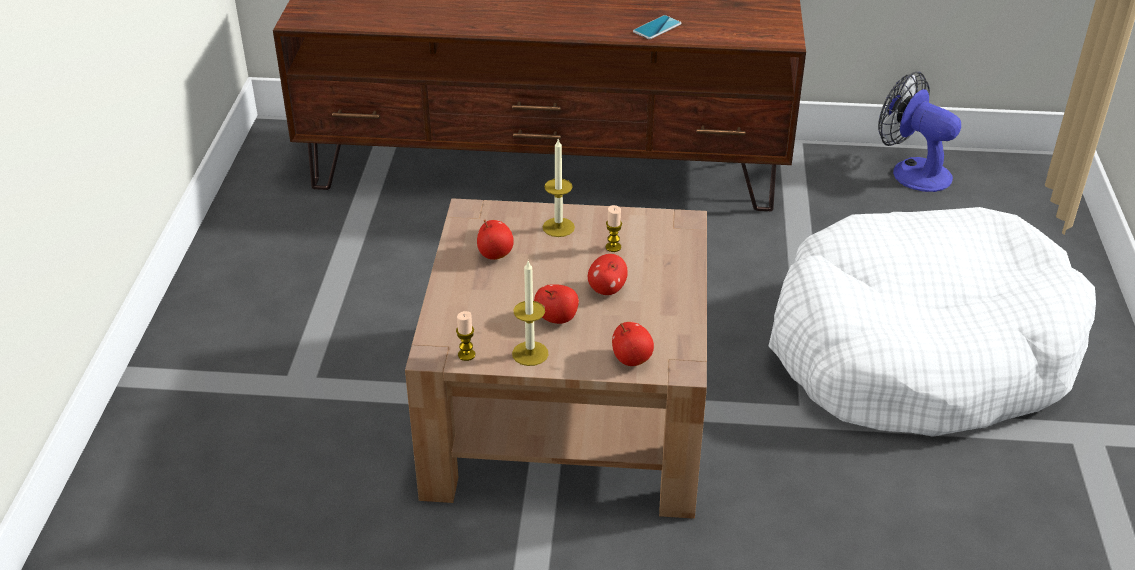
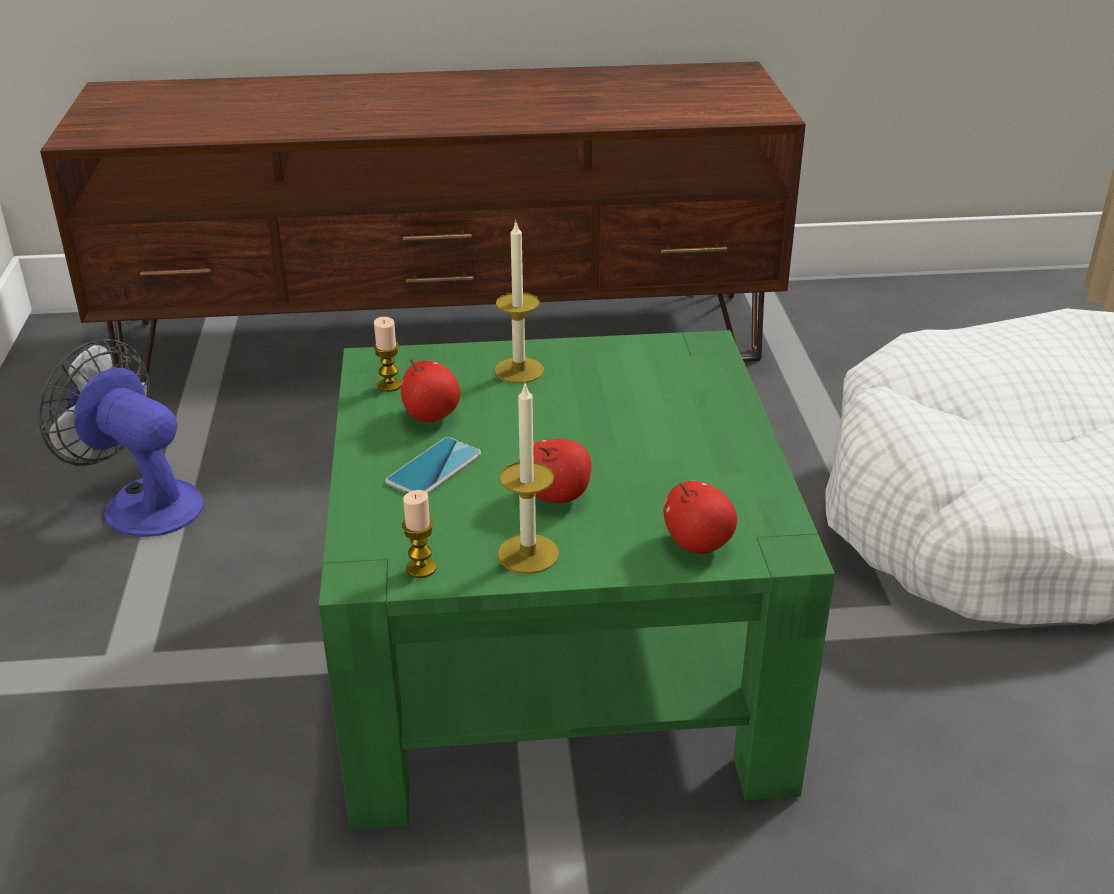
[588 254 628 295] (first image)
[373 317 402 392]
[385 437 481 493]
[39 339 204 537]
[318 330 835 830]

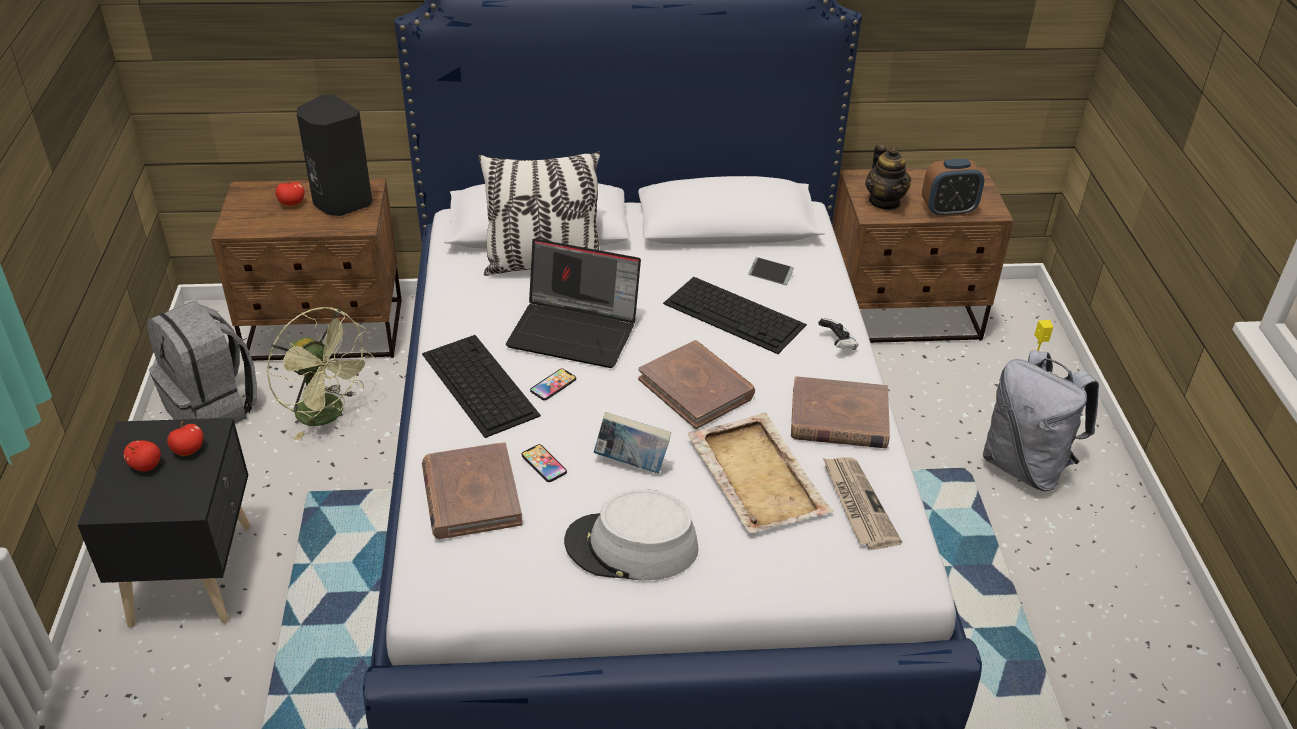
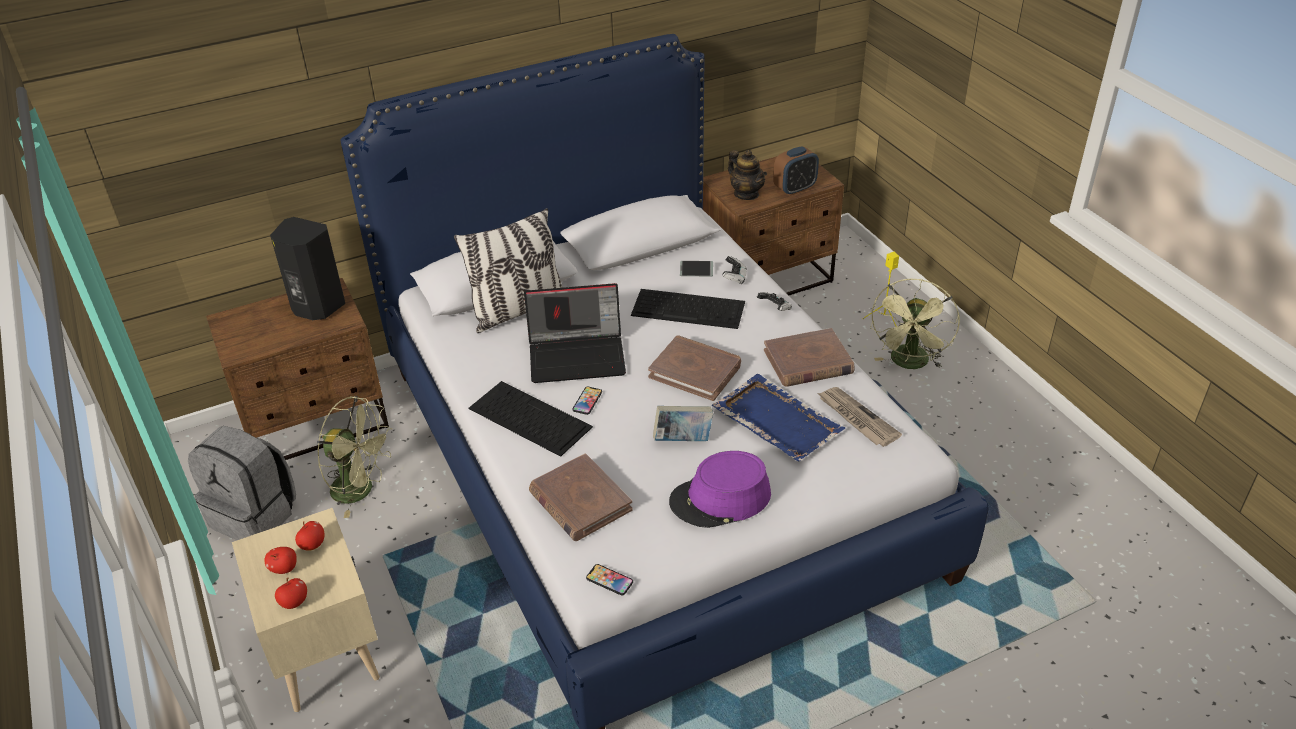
[722 256 747 285]
[275 577 307 609]
[586 564 633 595]
[870 279 960 369]
[232 508 380 712]
[669 451 771 528]
[712 374 845 462]

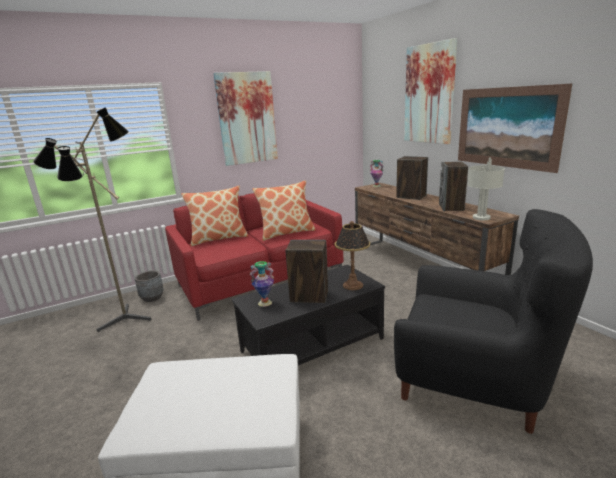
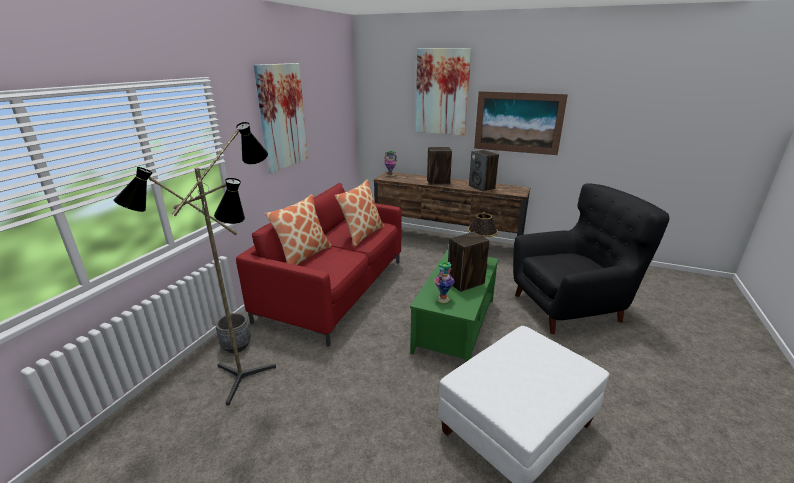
[467 157 505 220] (first image)
[410 250 498 362]

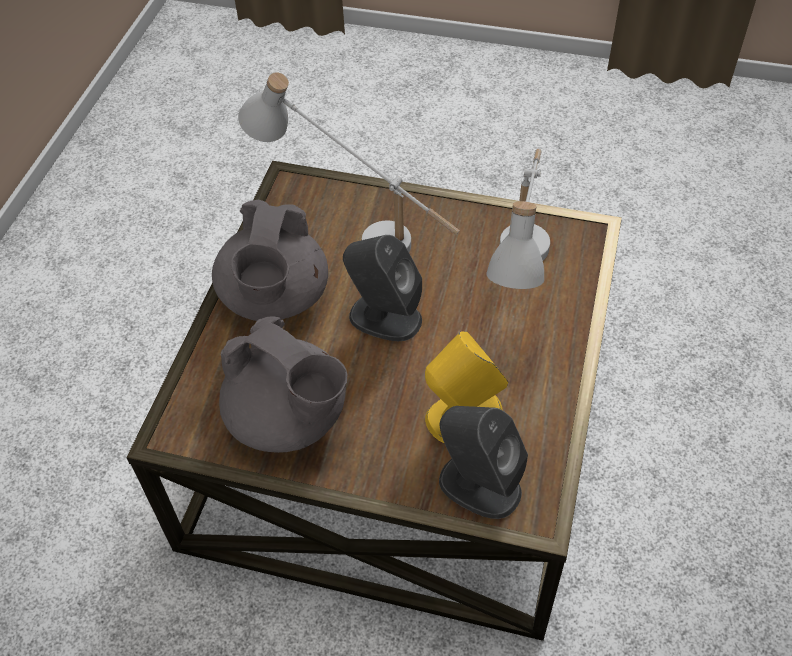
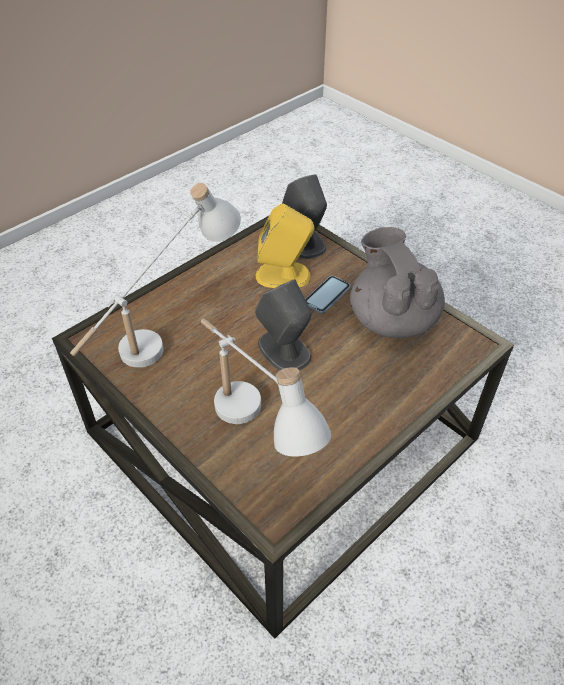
[212 199 328 321] (first image)
[305 276 350 313]

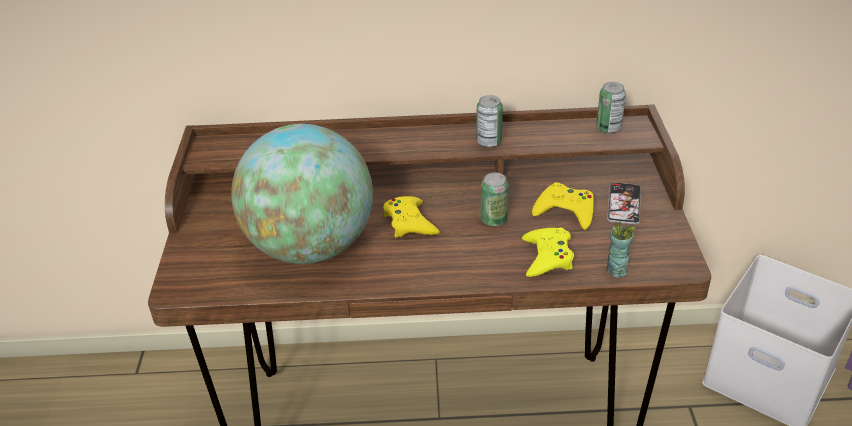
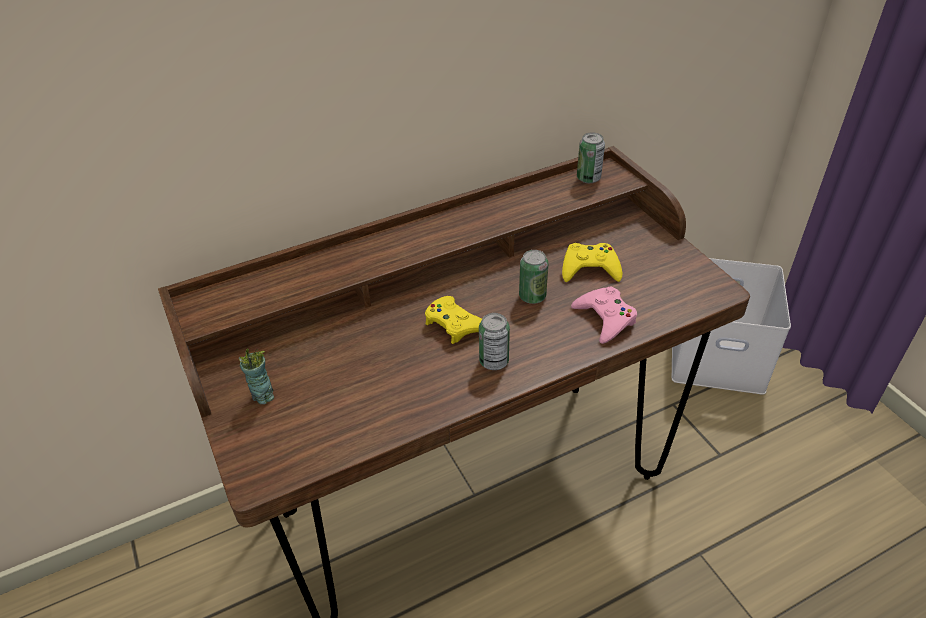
[231 124 373 264] (first image)
[607 183 641 225] (first image)
[479 313 510 370]
[239 348 274 404]
[571 287 637 344]

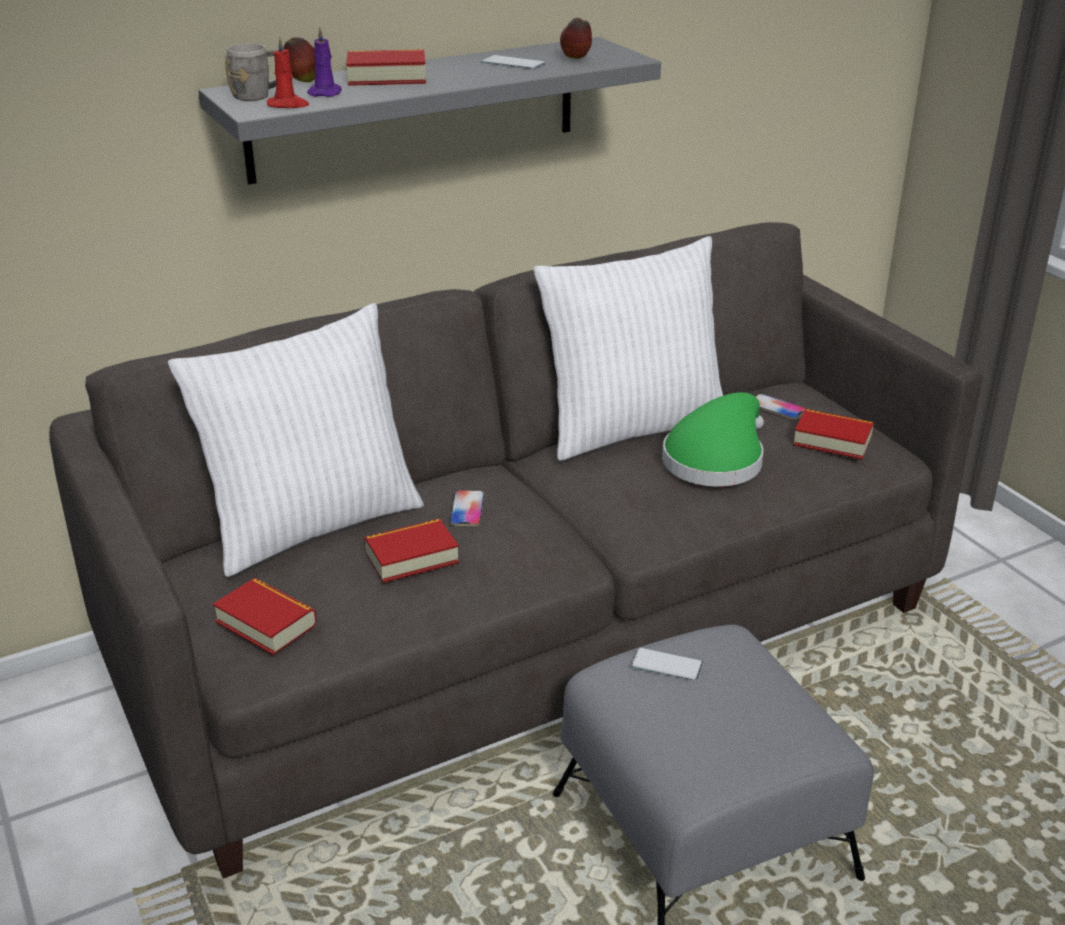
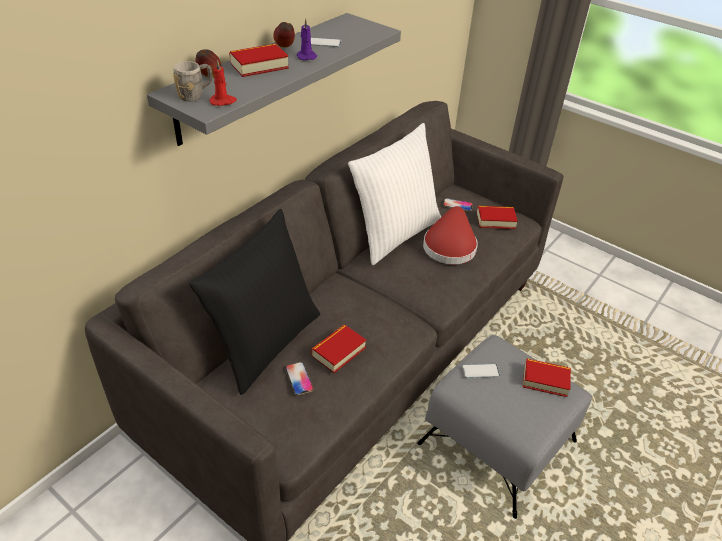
[523 359 571 397]
[297 19 317 61]
[286 362 313 395]
[273 22 295 48]
[189 209 320 395]
[423 206 478 264]

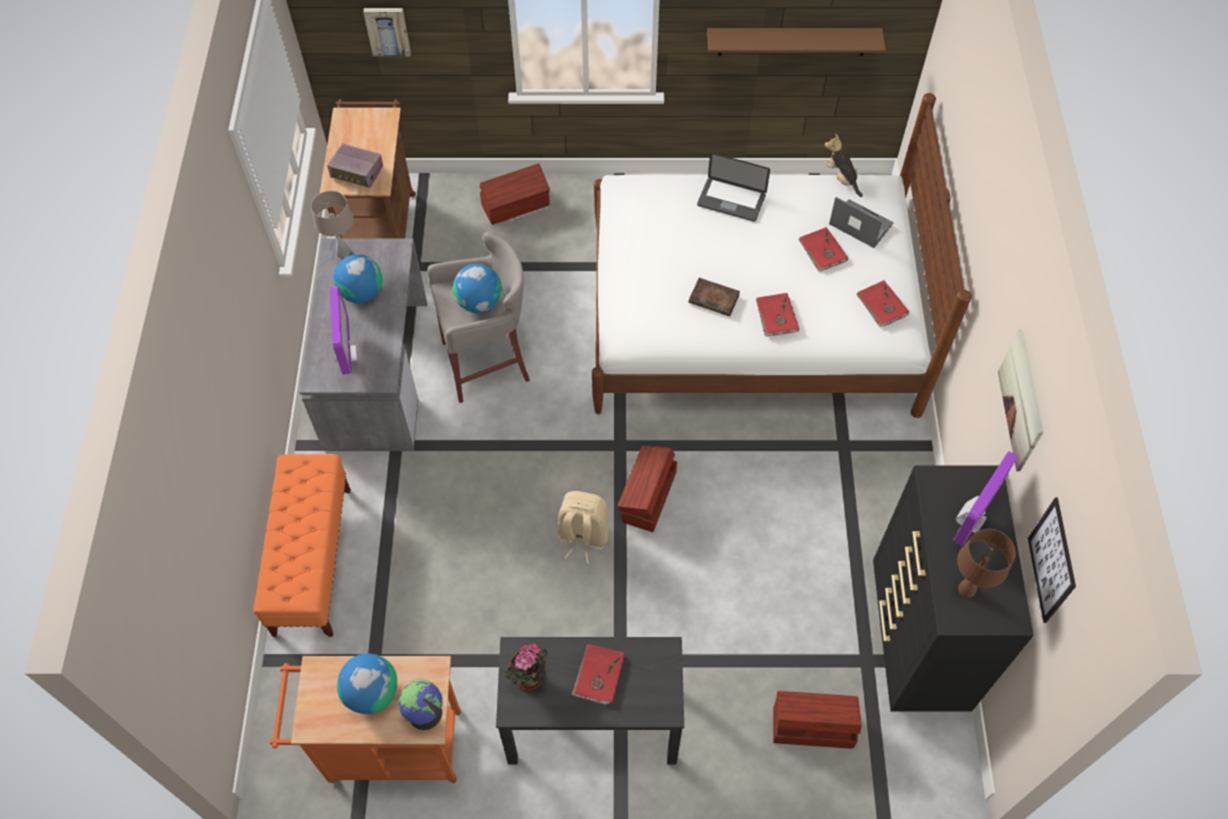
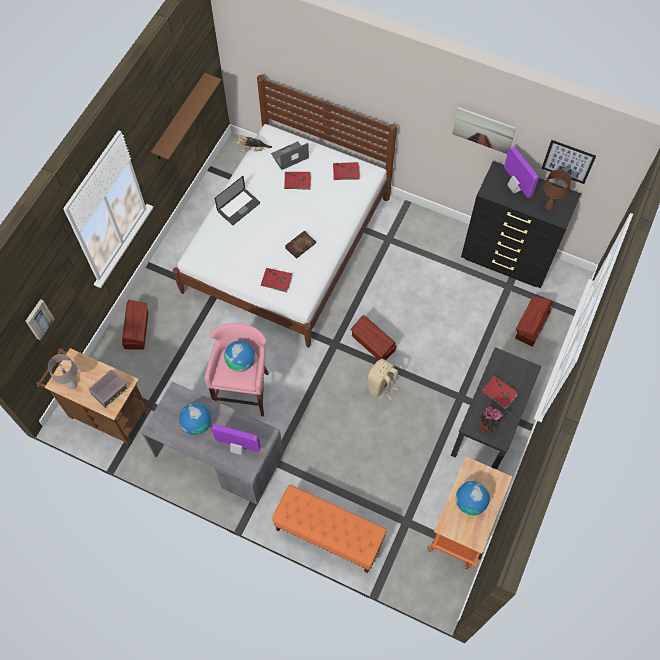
[398 680 443 730] (first image)
[48 354 78 389]
[261 268 292 292]
[205 323 269 417]

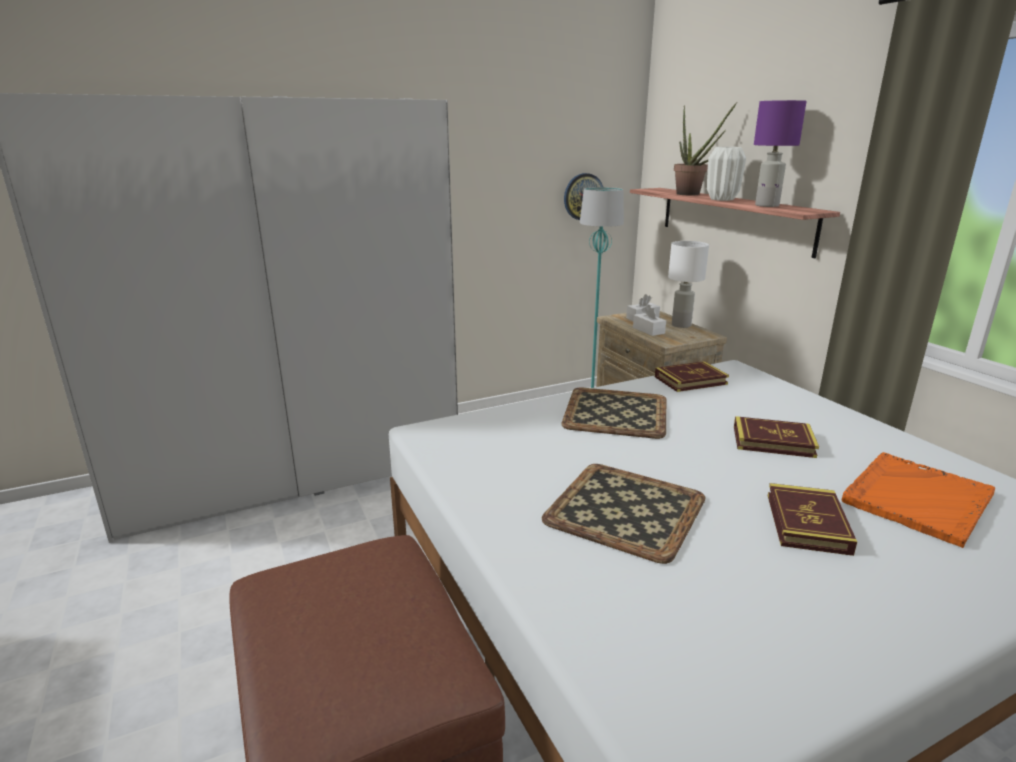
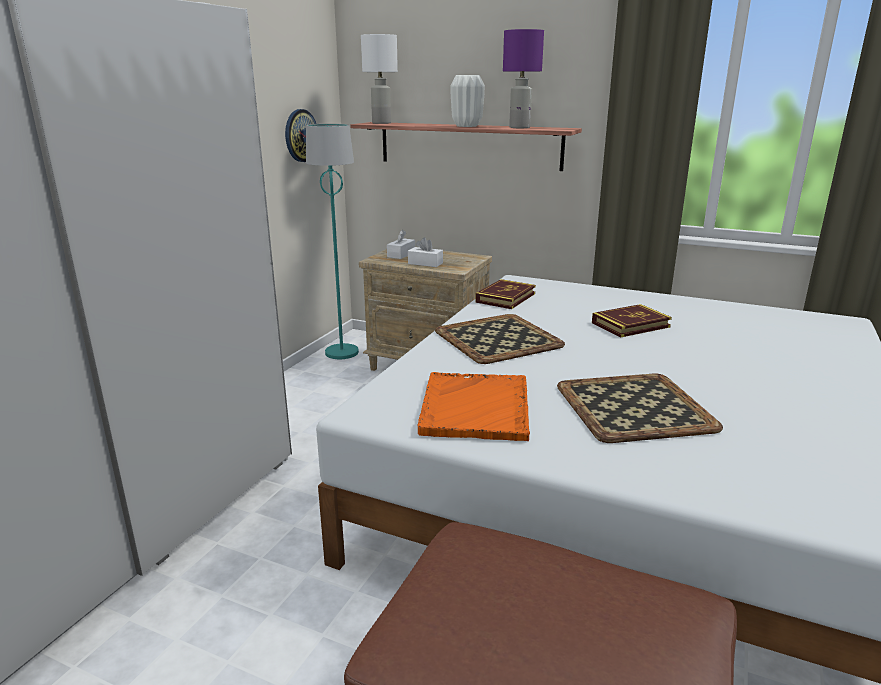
[674 102 737 195] (first image)
[768 483 857 556] (first image)
[361 34 398 124]
[418 372 530 441]

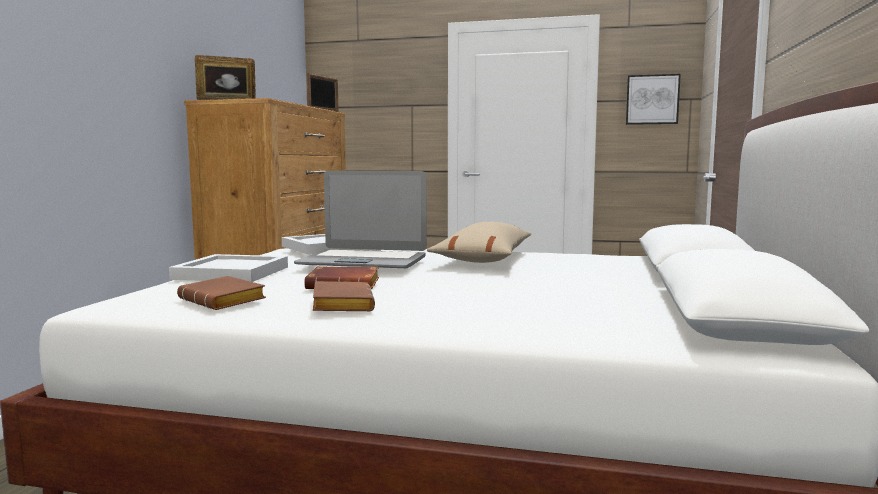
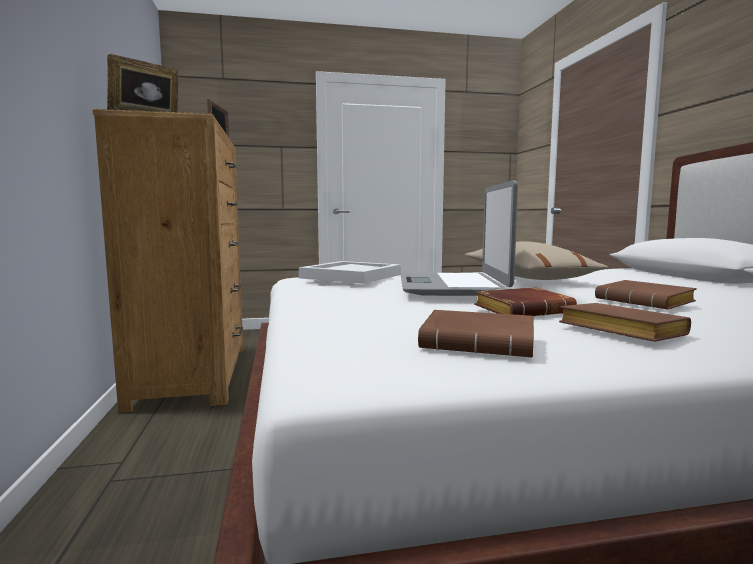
[169 254 288 282] (first image)
[626 74 681 125] (first image)
[595 280 697 309]
[400 180 518 296]

